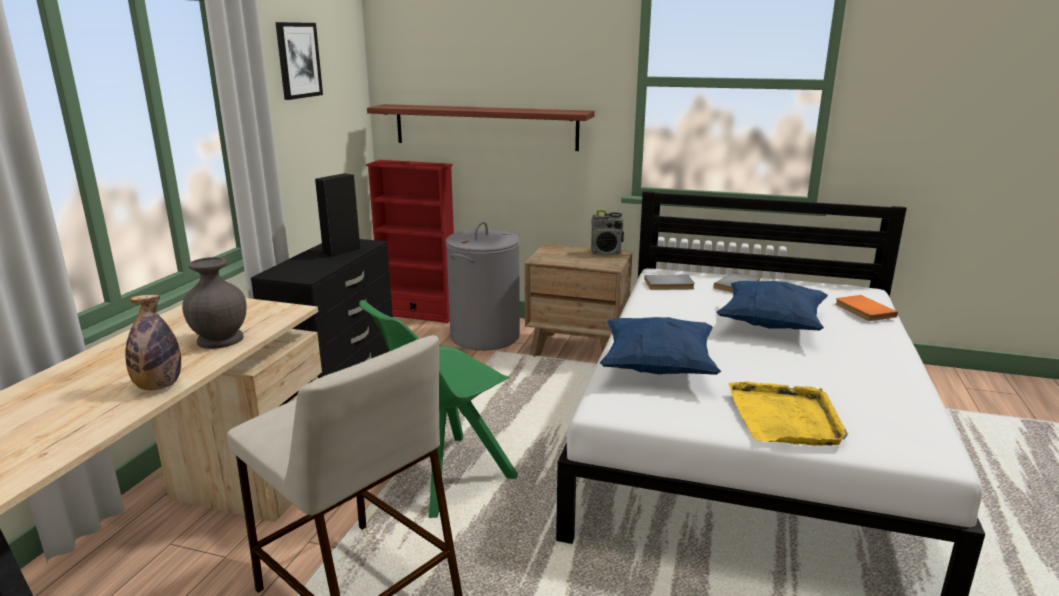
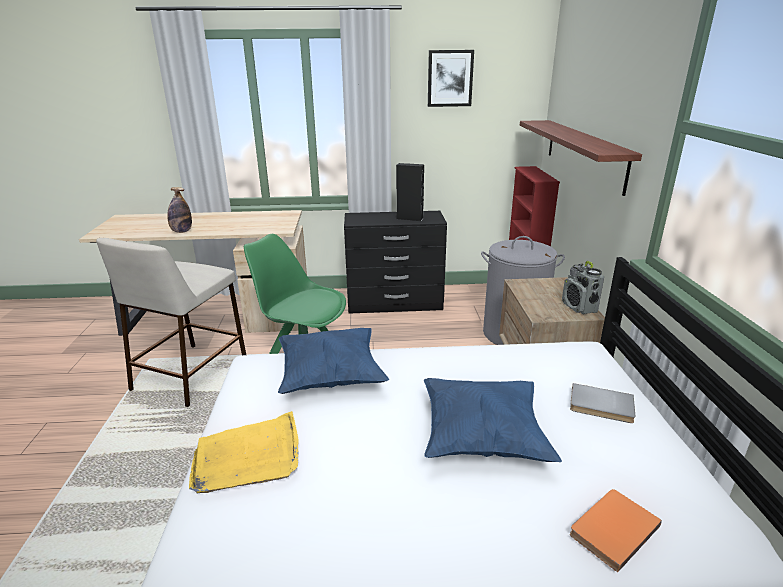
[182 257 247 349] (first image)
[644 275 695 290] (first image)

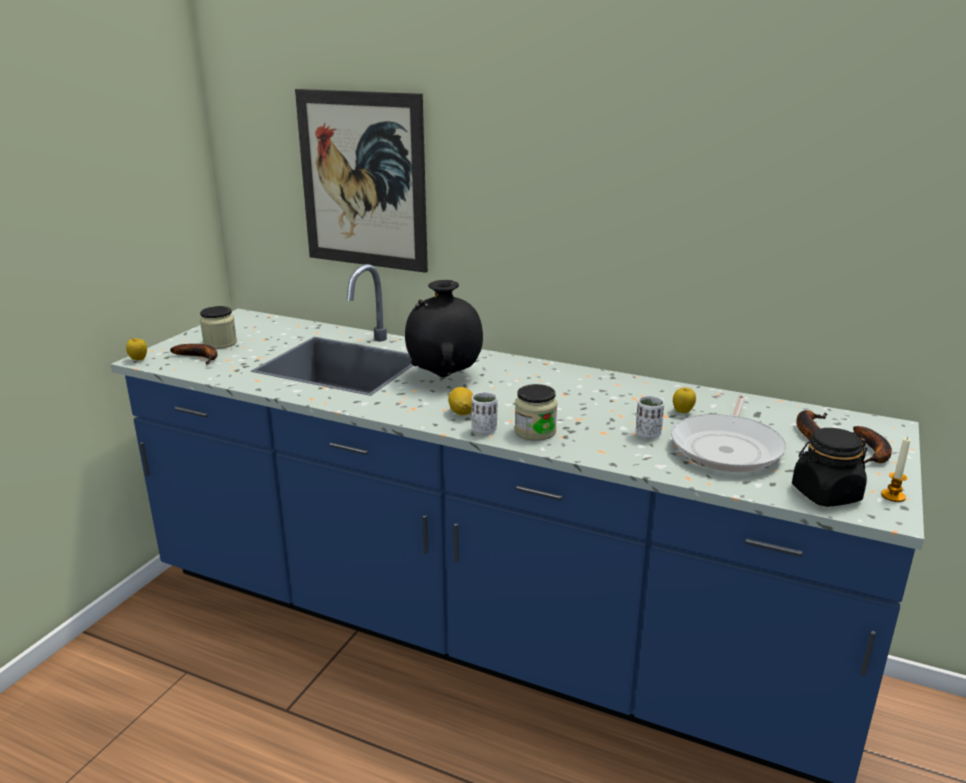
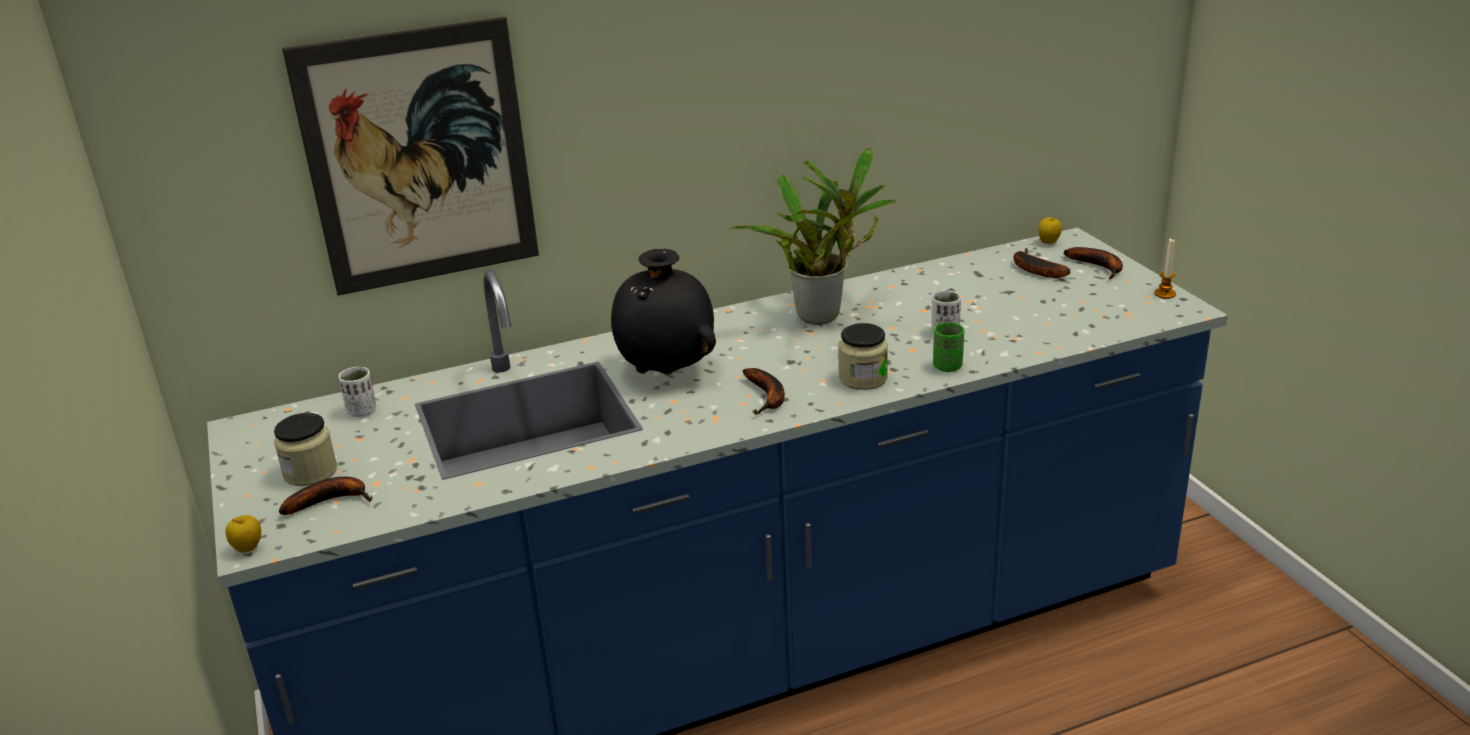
[671 395 786 472] (first image)
[792 428 867 507] (first image)
[730 148 897 325]
[933 322 964 372]
[339 367 376 417]
[1038 217 1062 244]
[742 368 785 414]

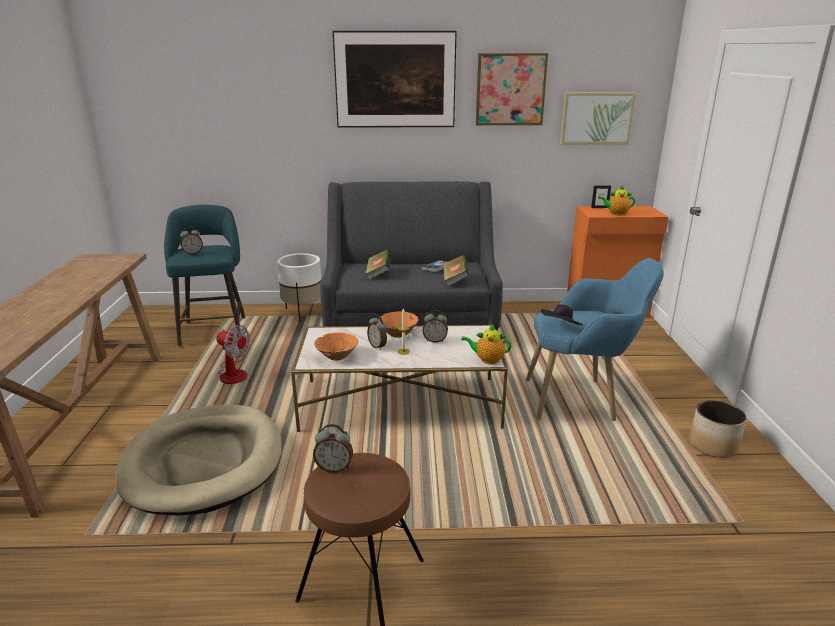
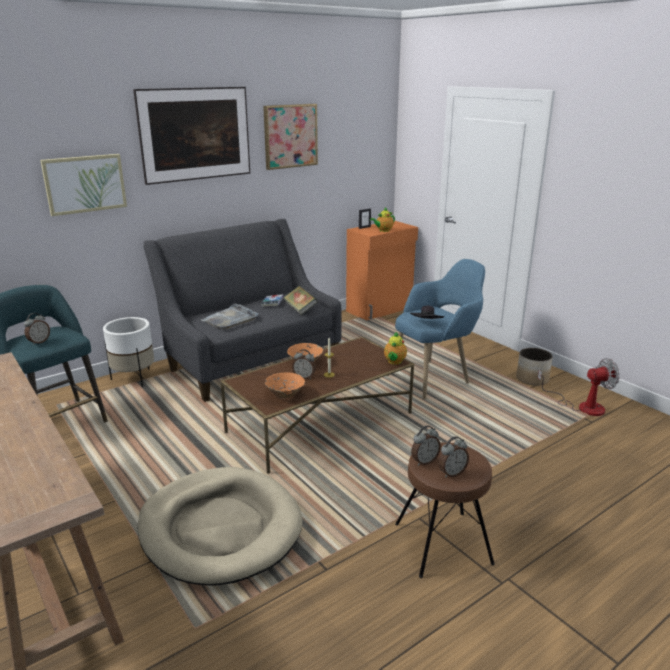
[537 358 620 416]
[439 437 469 478]
[40 154 127 216]
[201 304 258 330]
[220 337 414 474]
[384 332 407 365]

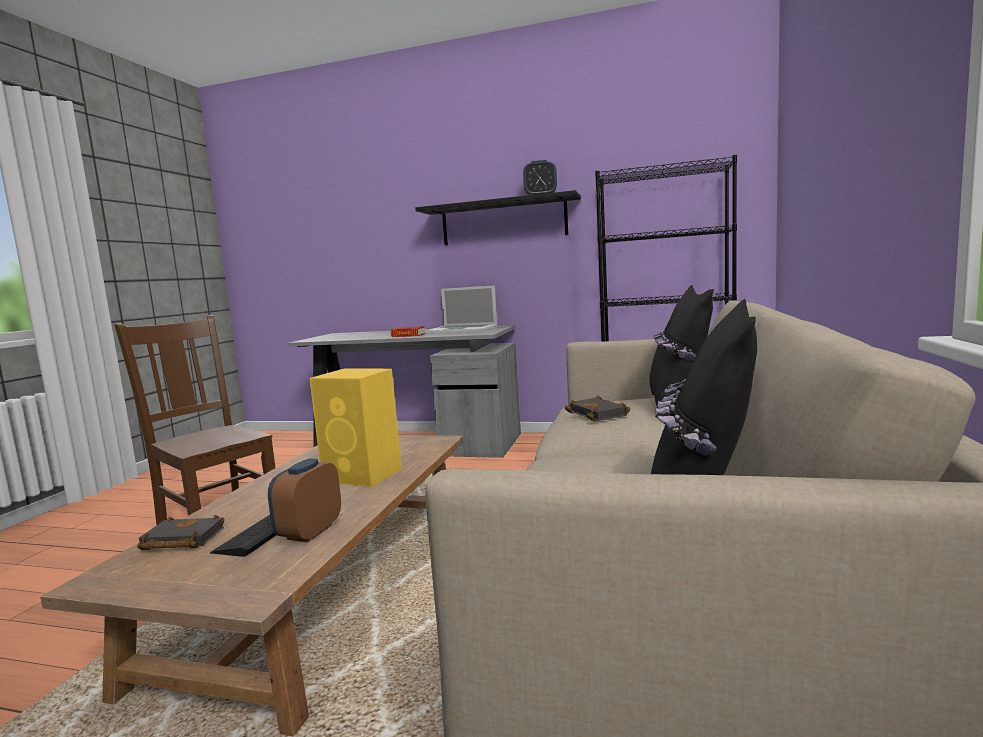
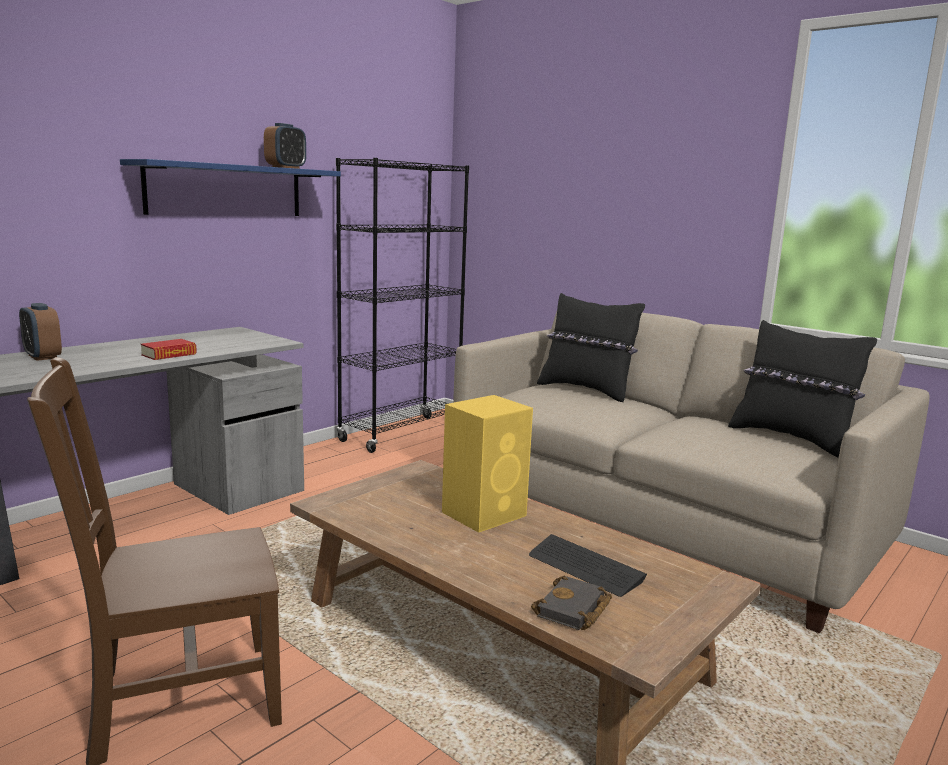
[425 285 497 333] (first image)
[565 396 630 422] (first image)
[19 303 62 361]
[120 159 341 216]

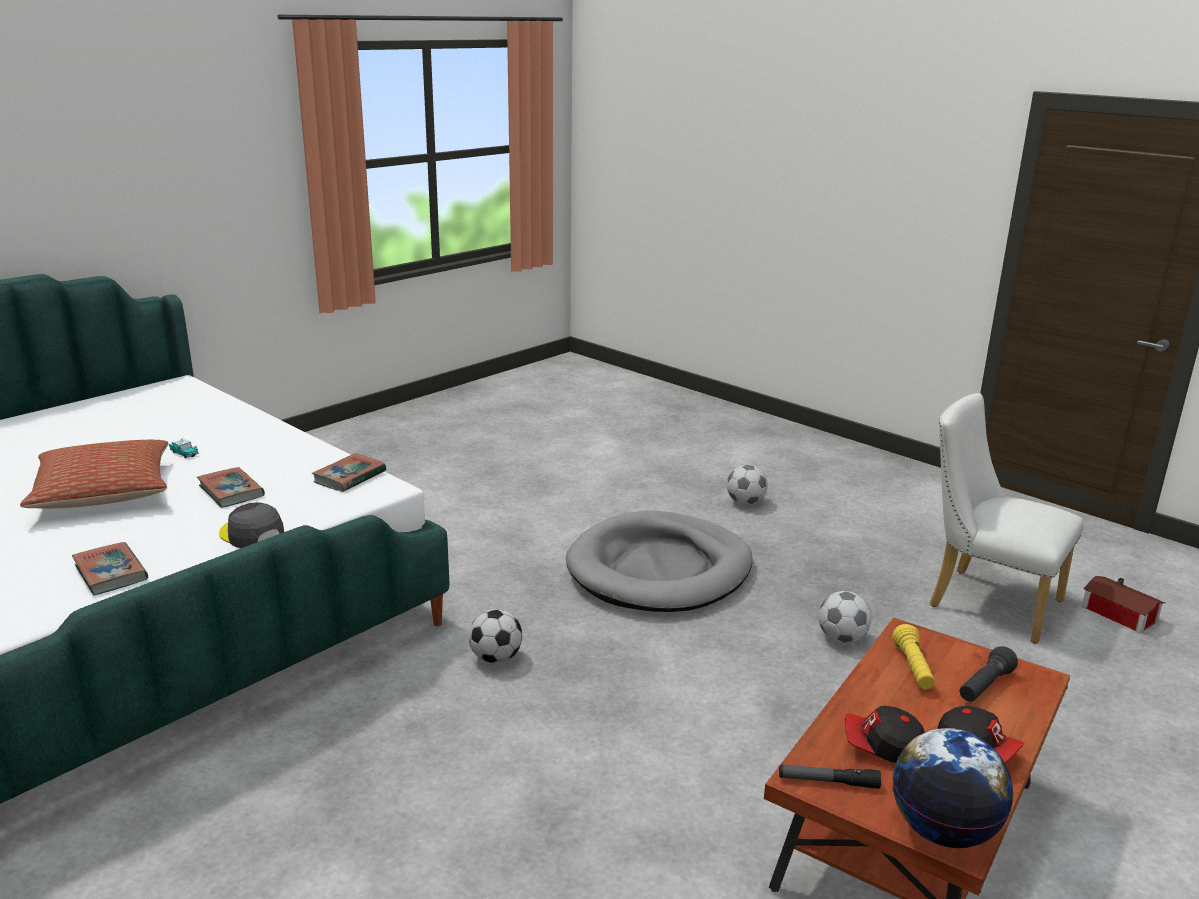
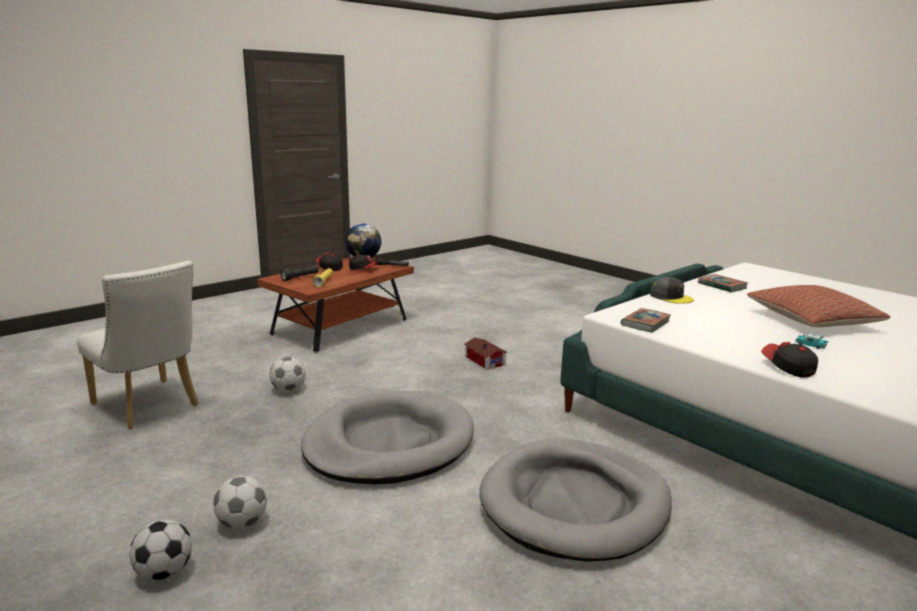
[197 467 265 508] (first image)
[479 438 672 561]
[761 342 818 378]
[129 520 192 580]
[464 337 508 370]

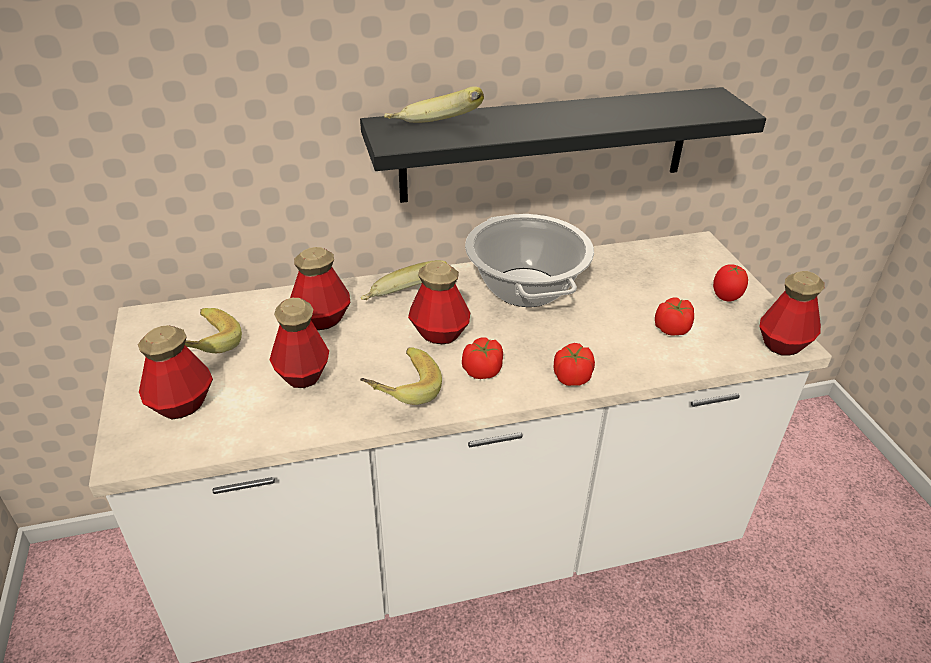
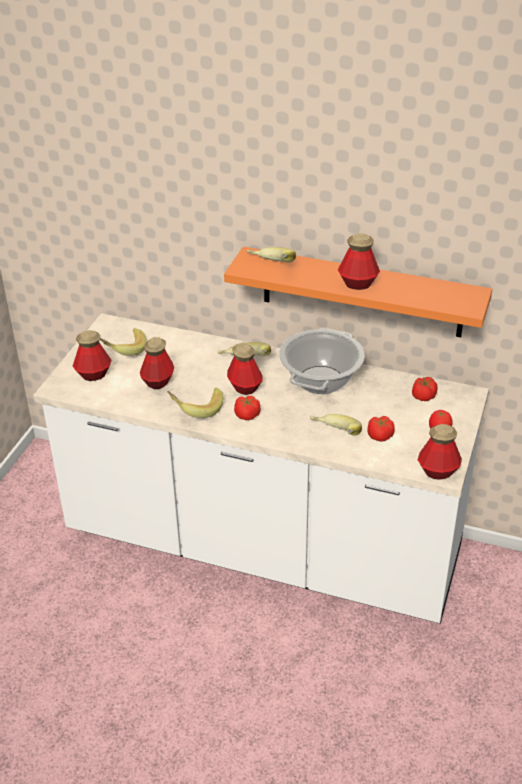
[310 414 362 436]
[338 233 380 290]
[412 377 438 401]
[224 247 492 337]

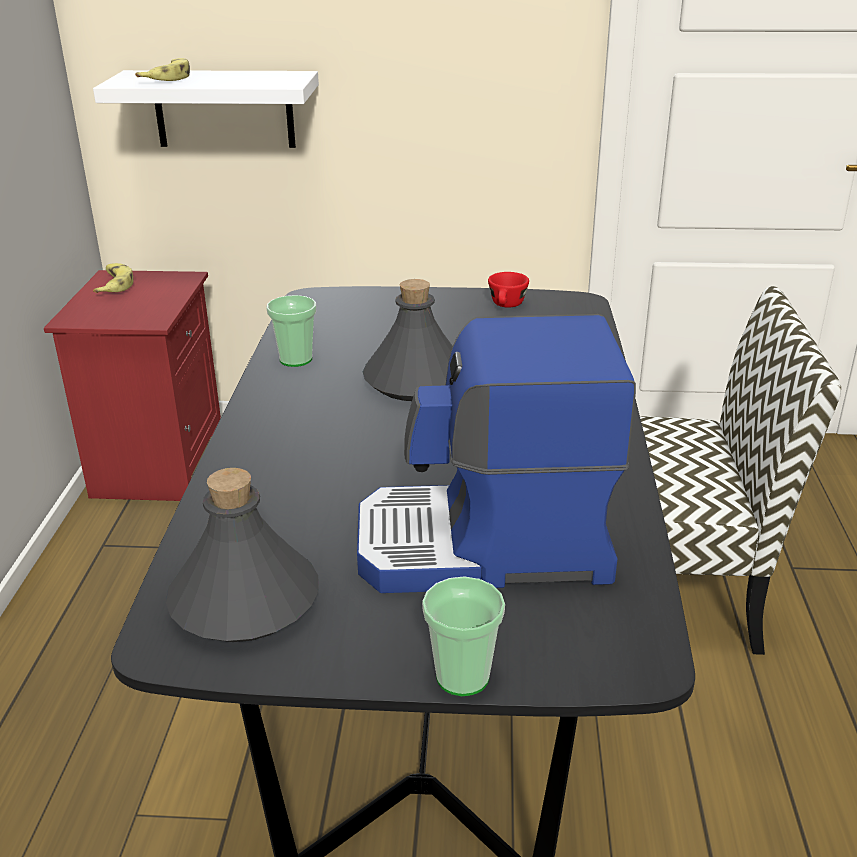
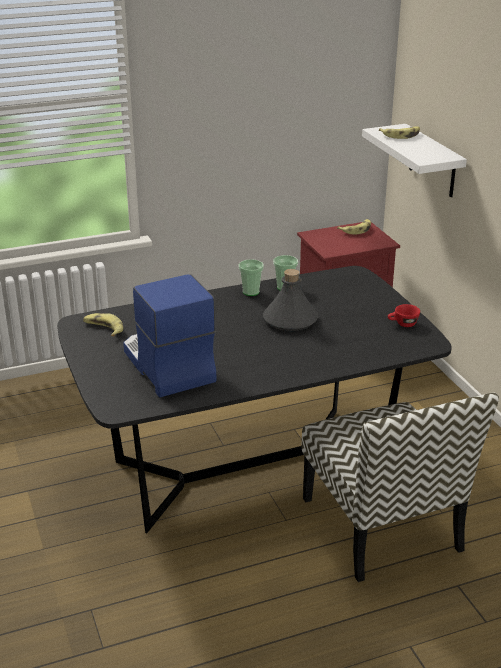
[239 259 264 296]
[83 313 123 336]

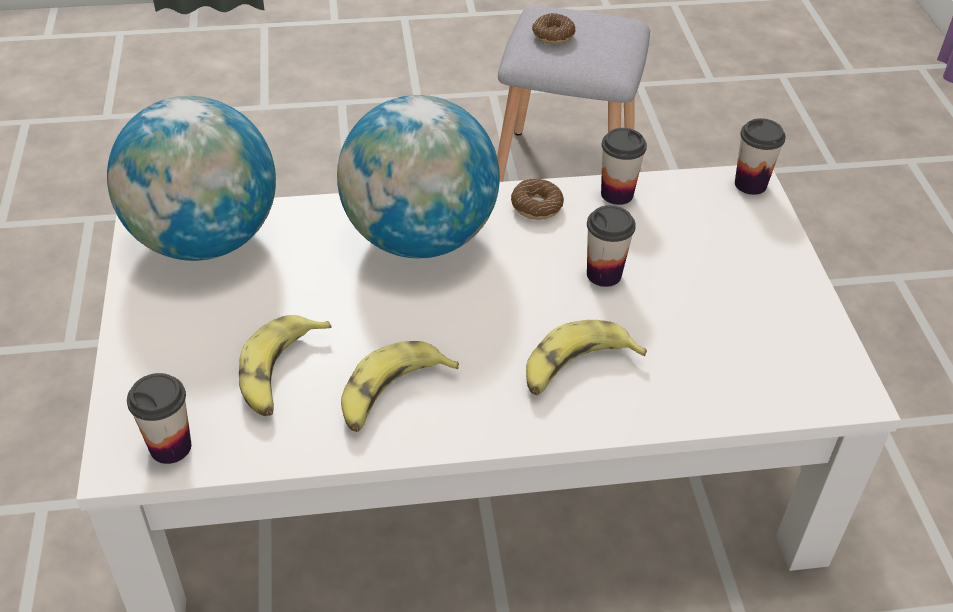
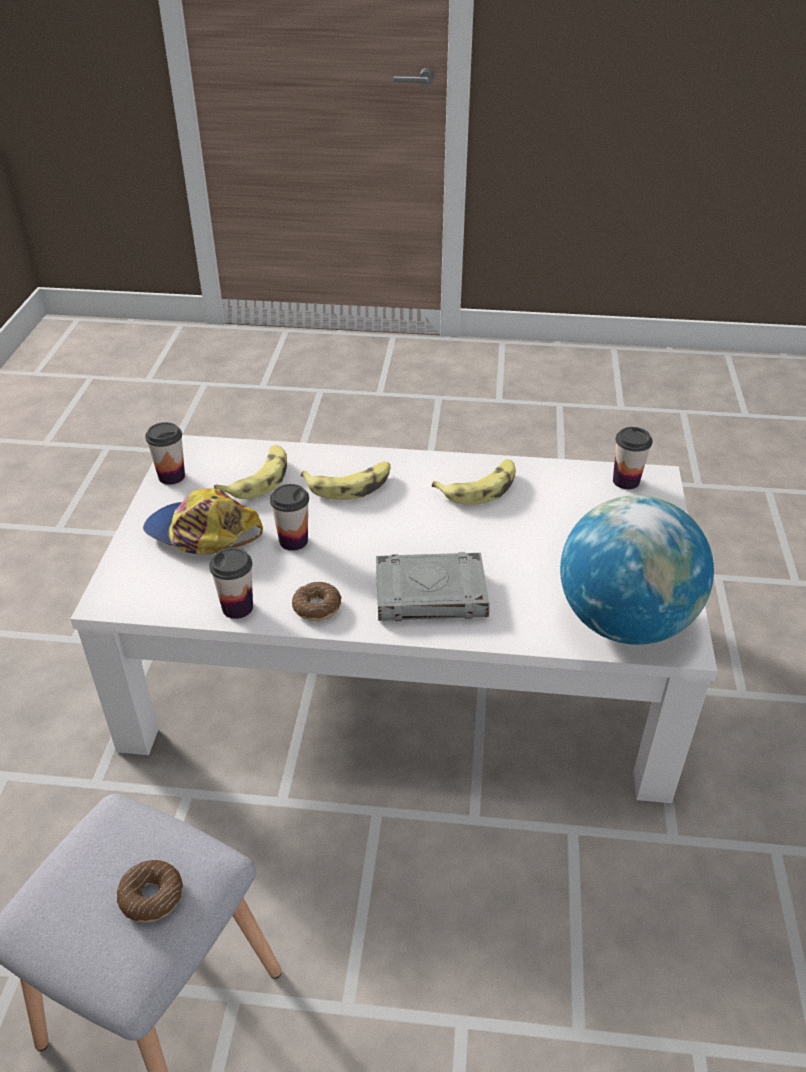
[143 489 263 555]
[214 445 287 499]
[145 422 185 485]
[376 552 489 621]

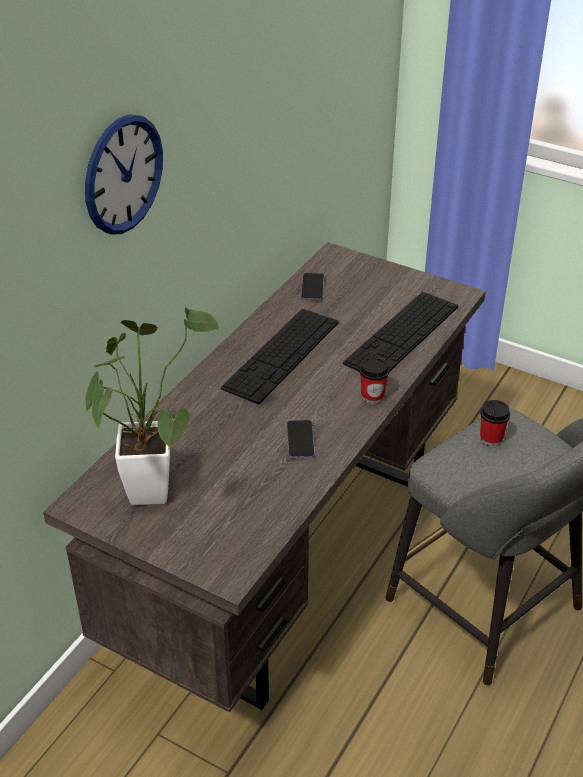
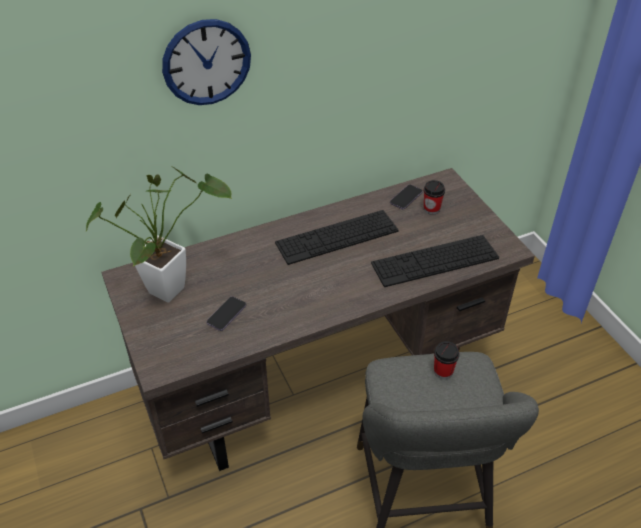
[206 296 246 331]
[424 180 445 215]

